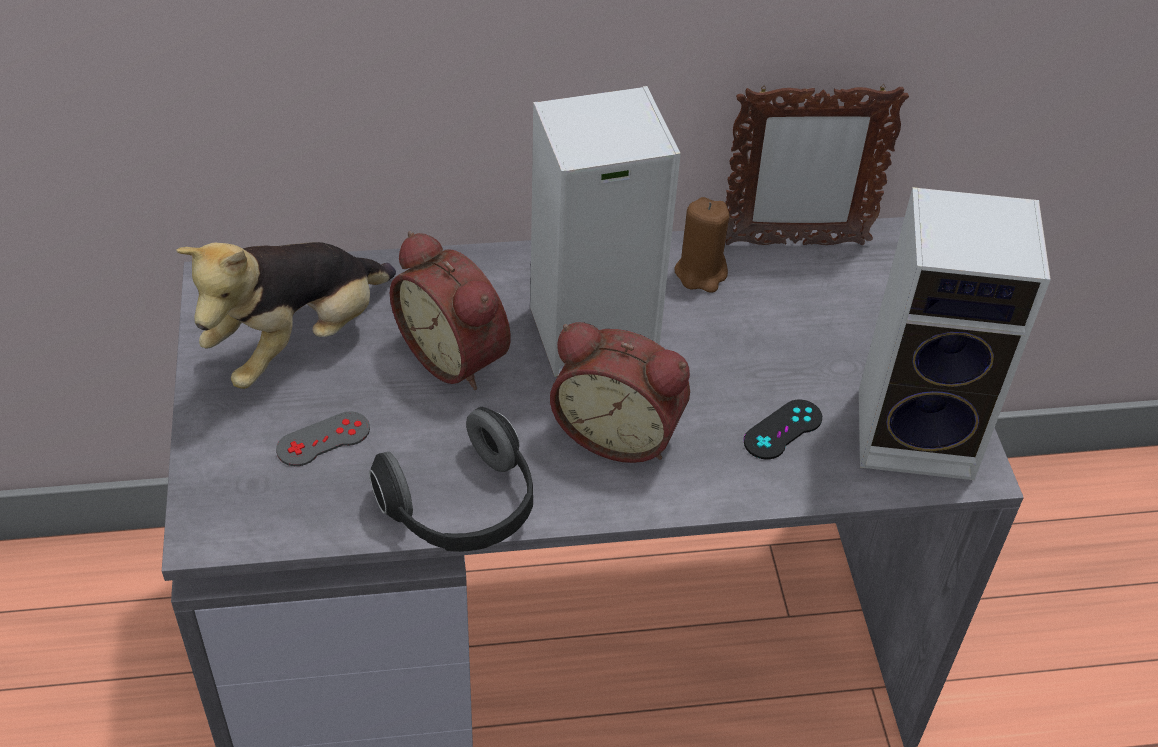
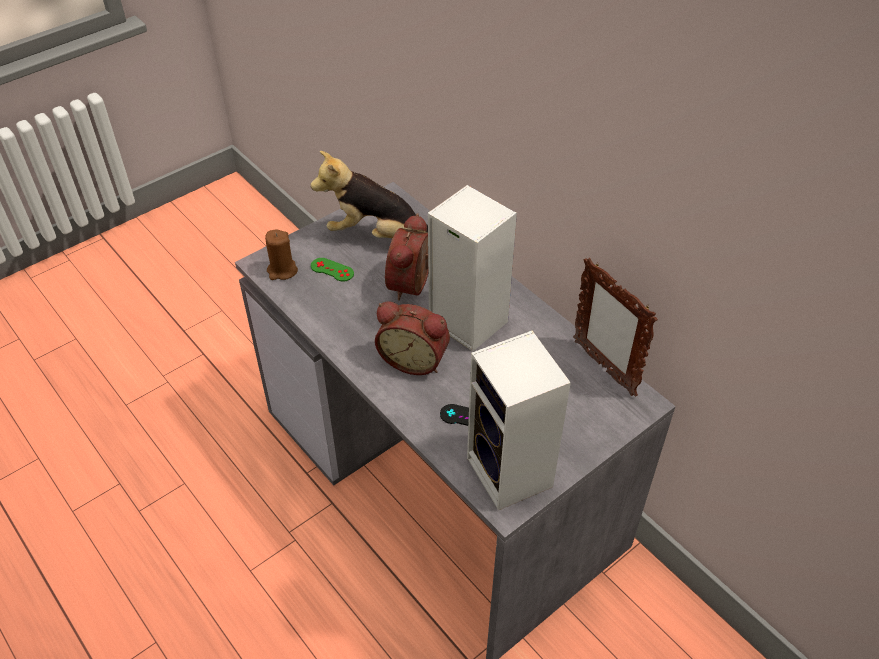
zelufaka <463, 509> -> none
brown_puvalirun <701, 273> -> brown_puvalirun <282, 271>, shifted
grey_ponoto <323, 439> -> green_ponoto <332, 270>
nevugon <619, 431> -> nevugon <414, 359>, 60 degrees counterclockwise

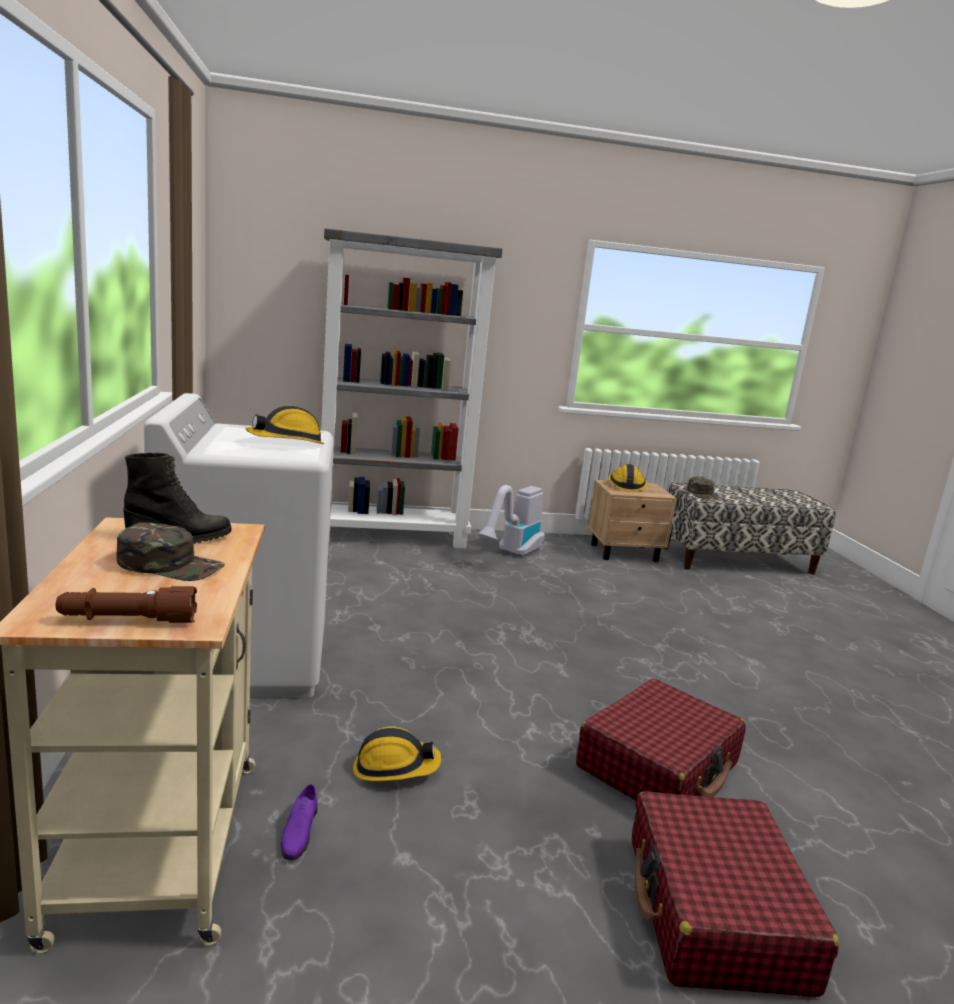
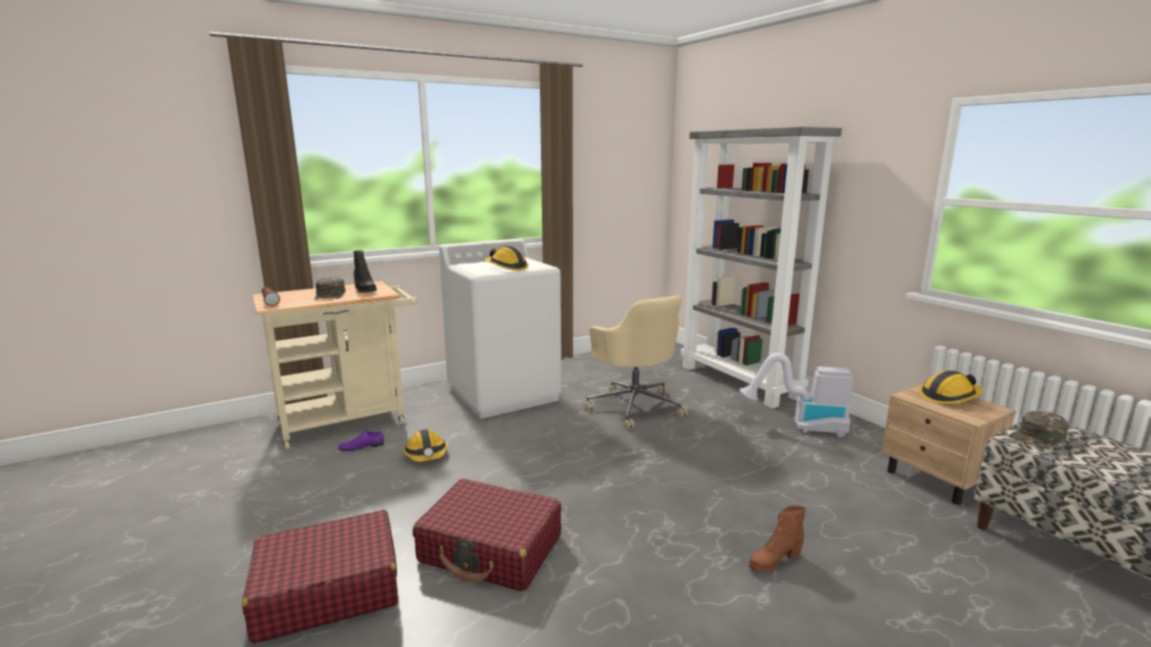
none -> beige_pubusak <635, 406>
none -> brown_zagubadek <774, 561>

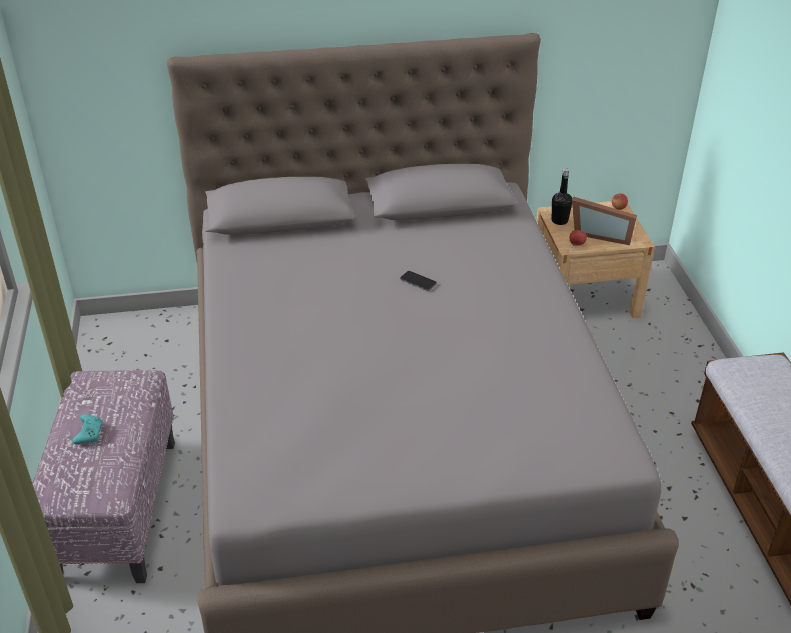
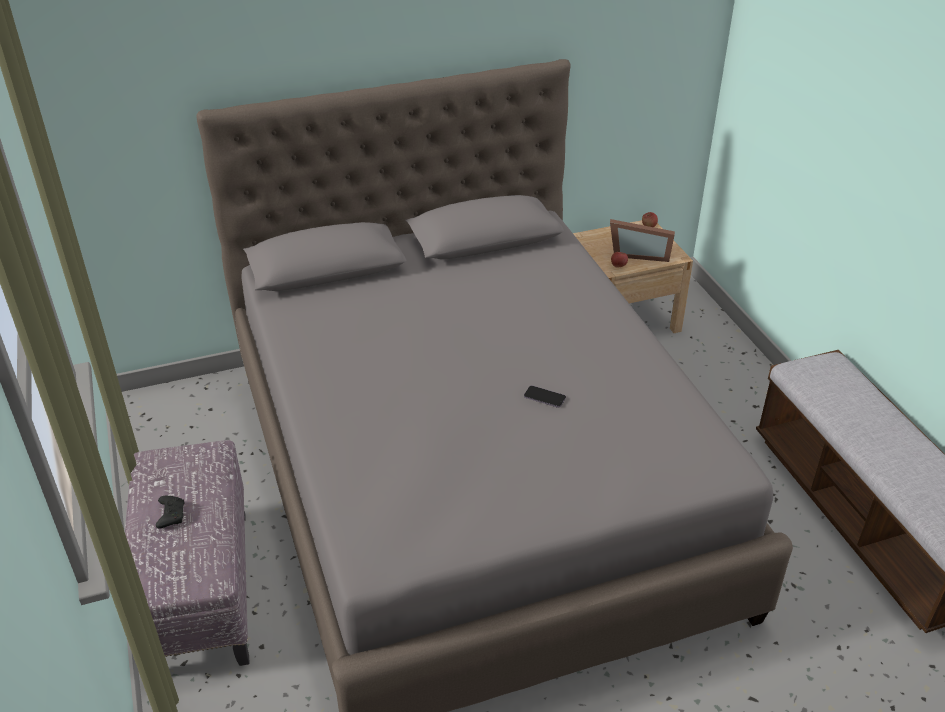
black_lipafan <559, 221> -> none
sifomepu <418, 282> -> sifomepu <544, 397>, shifted
turquoise_ponoto <89, 433> -> black_ponoto <171, 515>

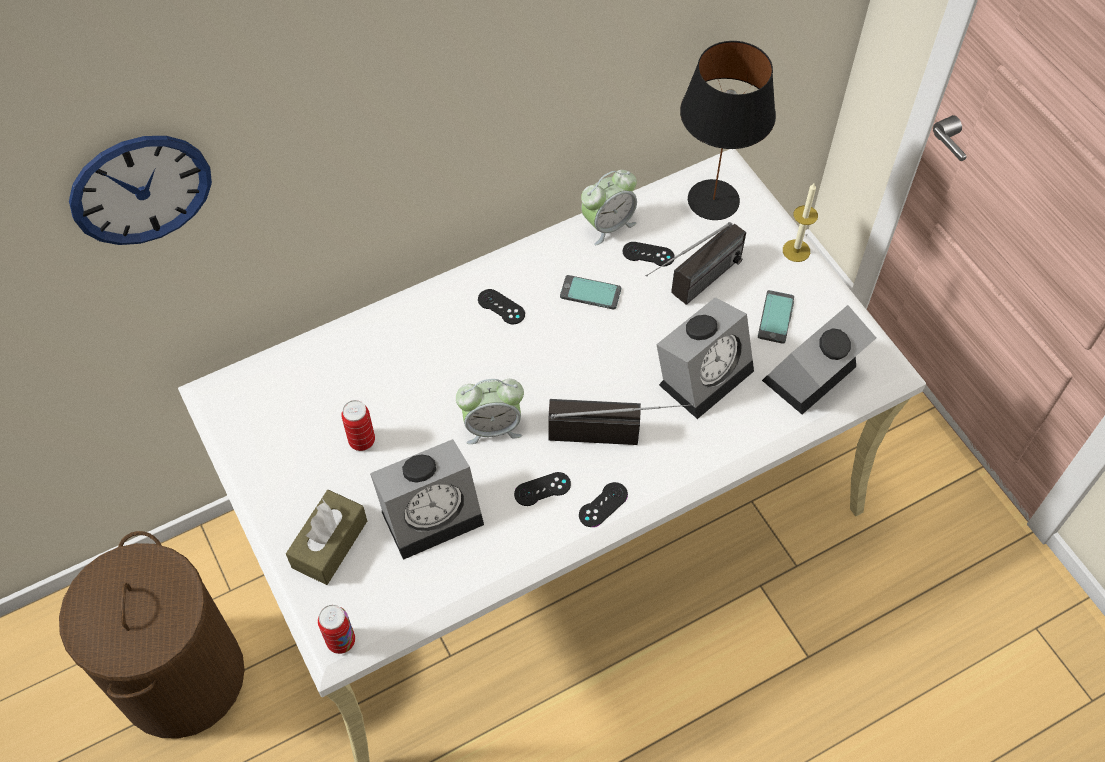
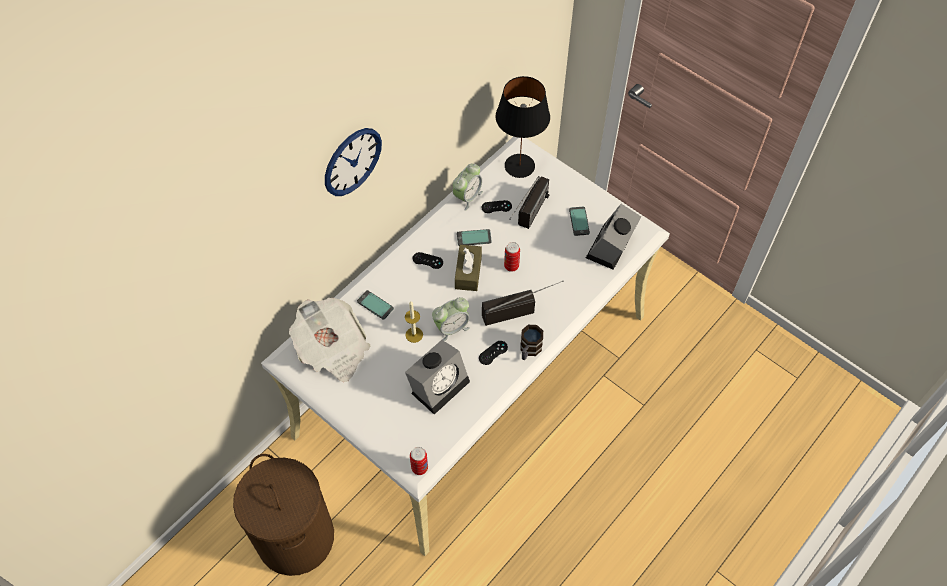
nevugon <704, 373> -> none
none -> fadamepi <332, 349>
none -> sifomepu <375, 305>
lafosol <141, 190> -> lafosol <352, 161>, shifted
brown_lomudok <329, 544> -> brown_lomudok <468, 272>, shifted
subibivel <362, 441> -> subibivel <511, 266>, shifted
puvalirun <796, 250> -> puvalirun <414, 335>, shifted
black_ponoto <603, 505> -> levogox <529, 350>

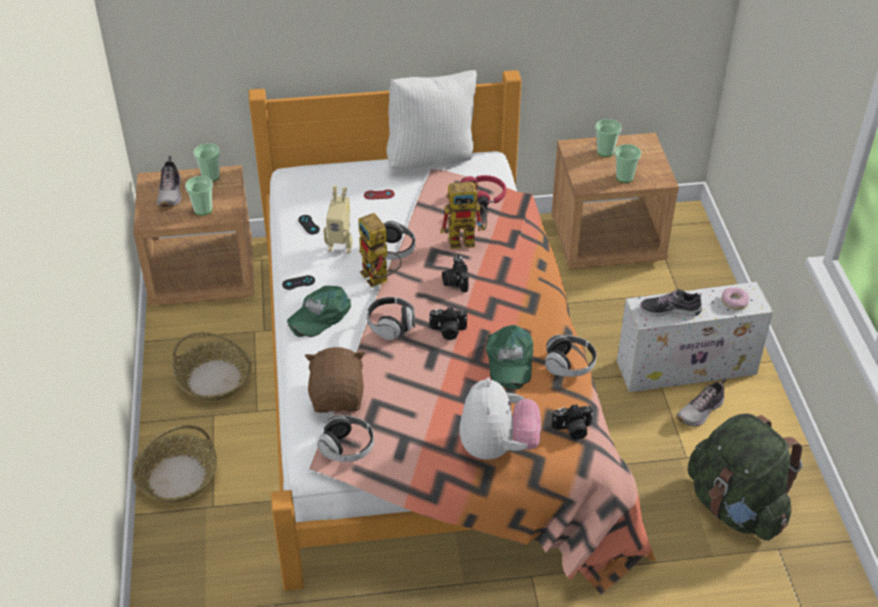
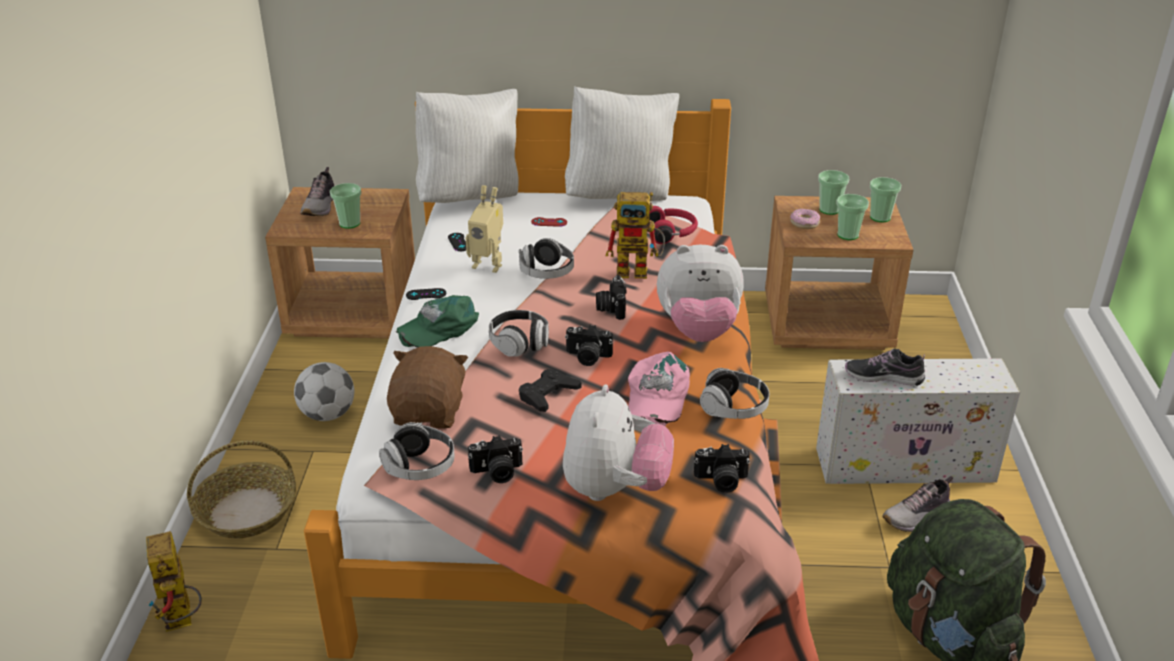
none -> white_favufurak <470, 196>
none -> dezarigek <497, 472>
none -> black_ponoto <548, 395>
none -> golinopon <698, 331>
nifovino <210, 176> -> nifovino <880, 217>, shifted
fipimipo <379, 279> -> fipimipo <183, 621>, shifted
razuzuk <734, 302> -> razuzuk <804, 223>, shifted
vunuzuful <214, 379> -> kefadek <327, 415>
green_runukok <509, 361> -> pink_runukok <656, 396>

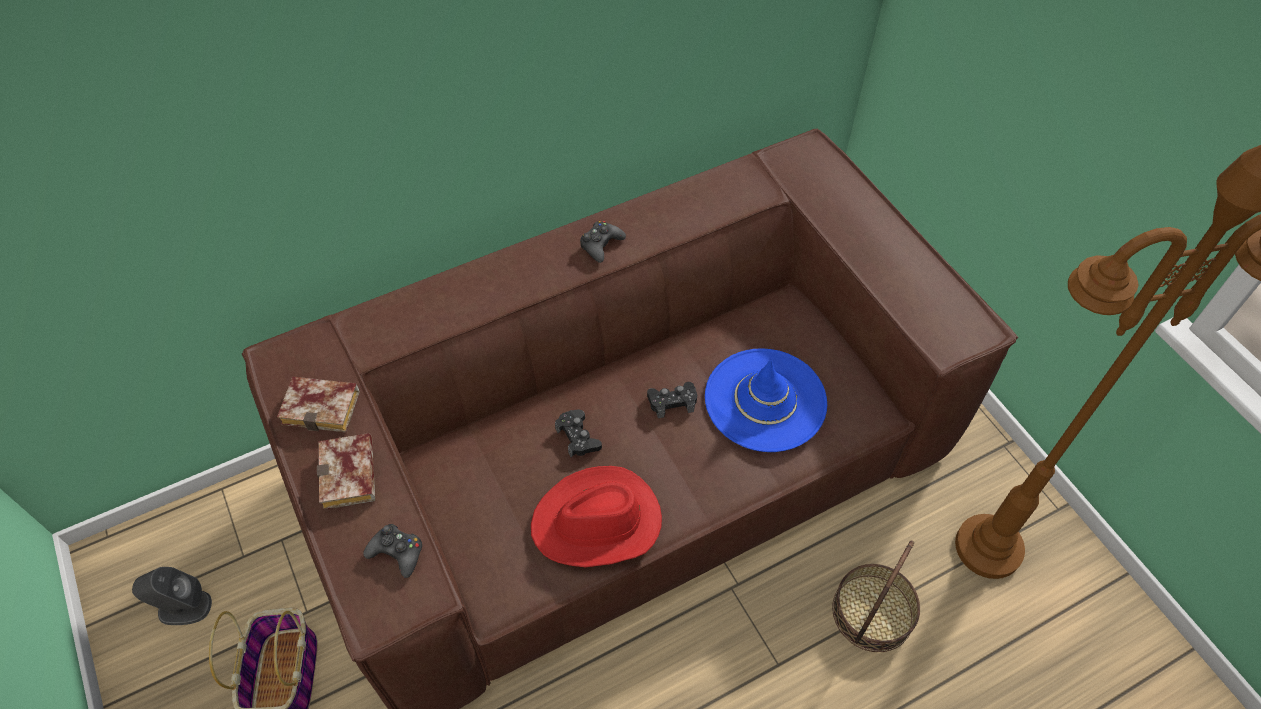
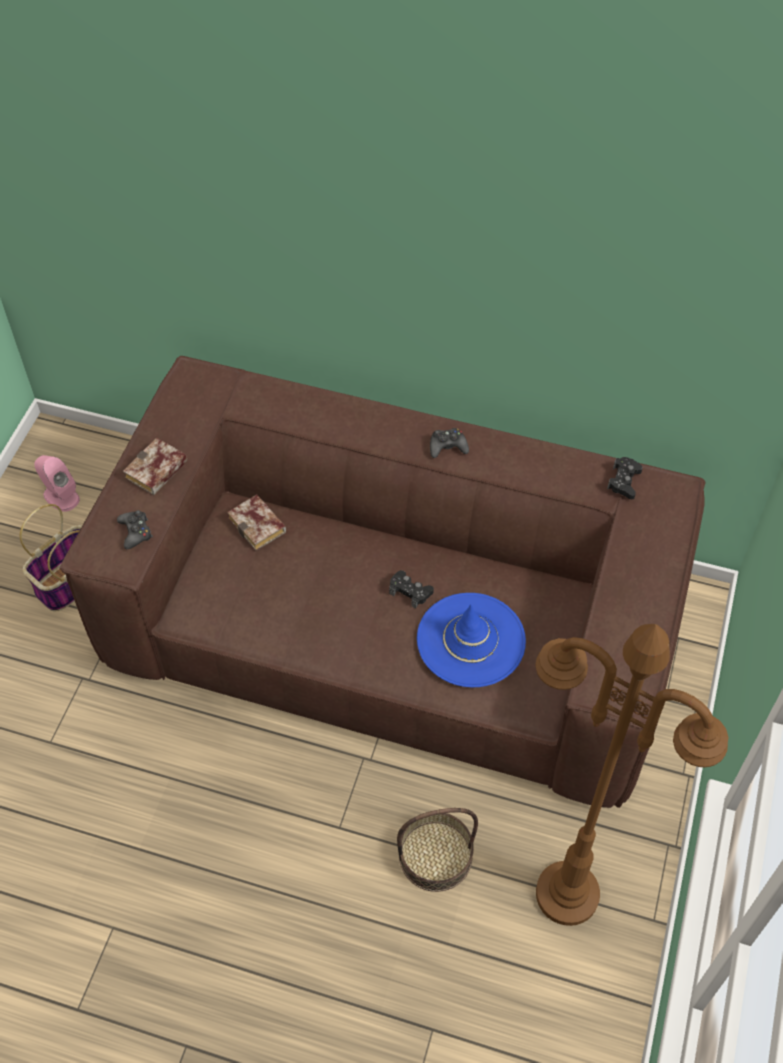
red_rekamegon <597, 522> -> none
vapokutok <325, 407> -> vapokutok <260, 526>, shifted
black_ponoto <578, 437> -> black_ponoto <624, 481>, shifted
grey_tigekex <184, 607> -> pink_tigekex <61, 496>

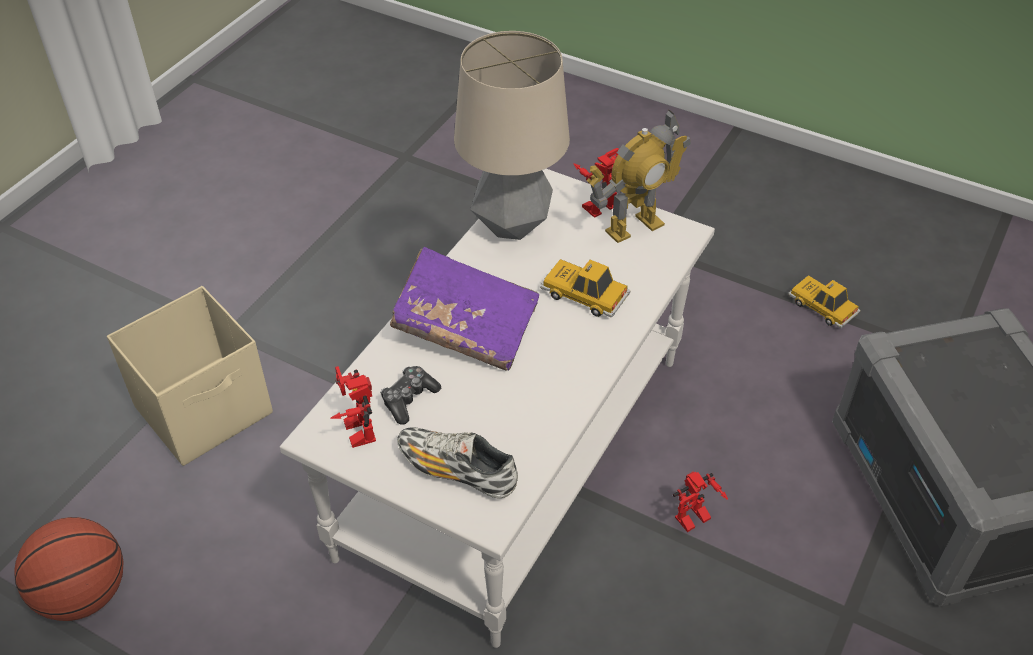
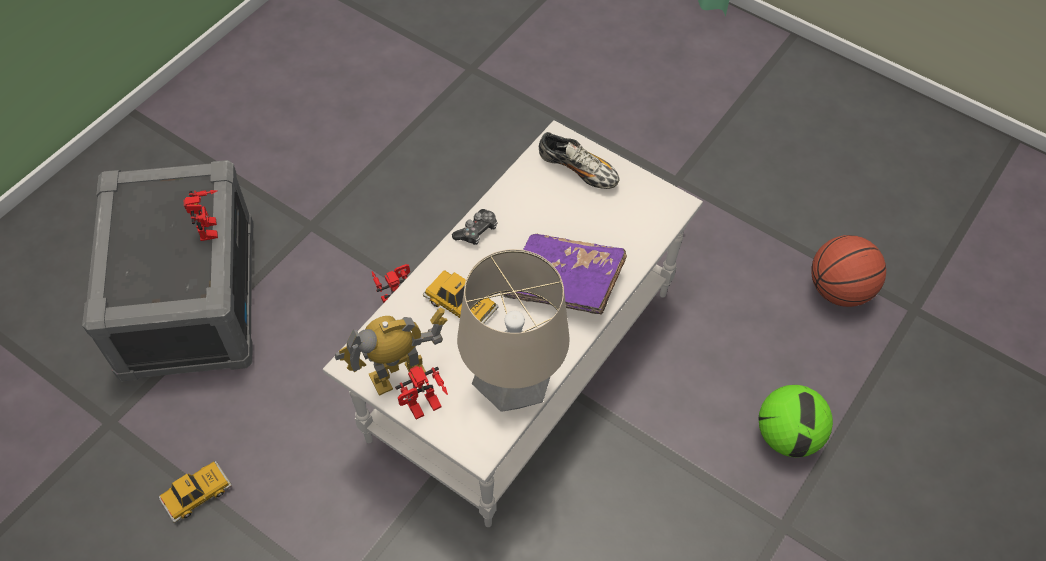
fipimipo <354, 430> -> fipimipo <212, 230>, shifted
ponoto <409, 399> -> ponoto <477, 231>, shifted
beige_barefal <206, 410> -> kefadek <787, 436>
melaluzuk <822, 307> -> melaluzuk <197, 493>, 90 degrees counterclockwise

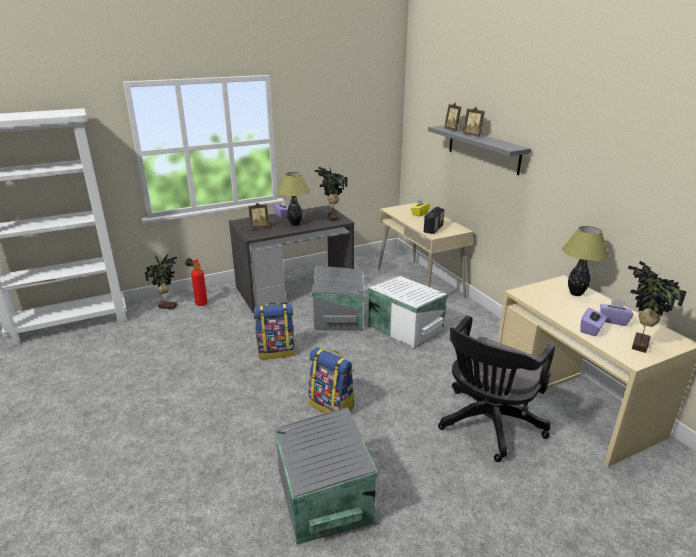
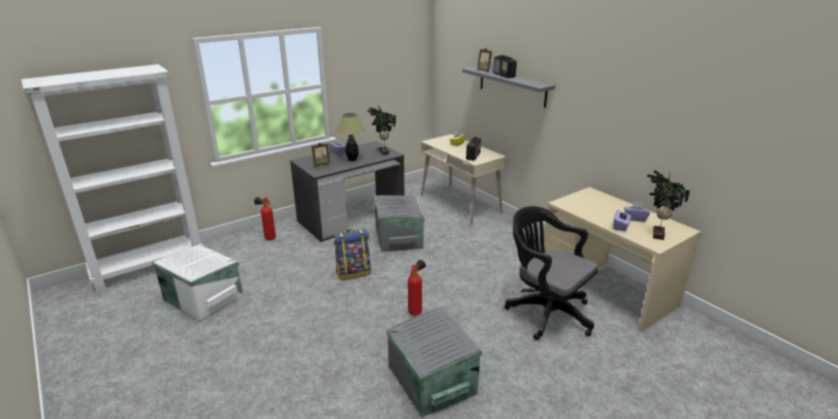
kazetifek <168, 306> -> none
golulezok <575, 293> -> none
white_barefal <405, 327> -> white_barefal <204, 297>, shifted
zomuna <332, 405> -> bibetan <416, 311>
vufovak <473, 136> -> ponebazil <504, 75>
black_pubusak <487, 425> -> black_pubusak <545, 312>, 105 degrees clockwise

